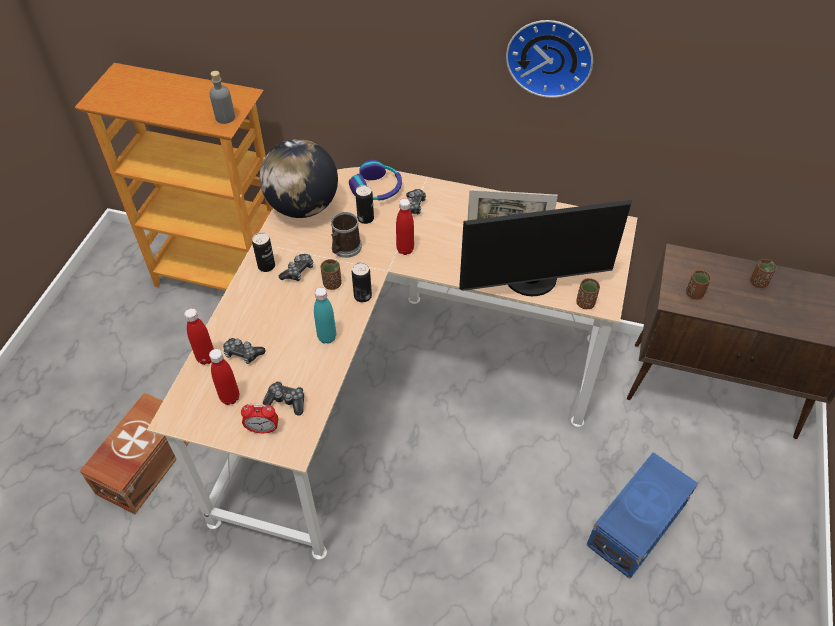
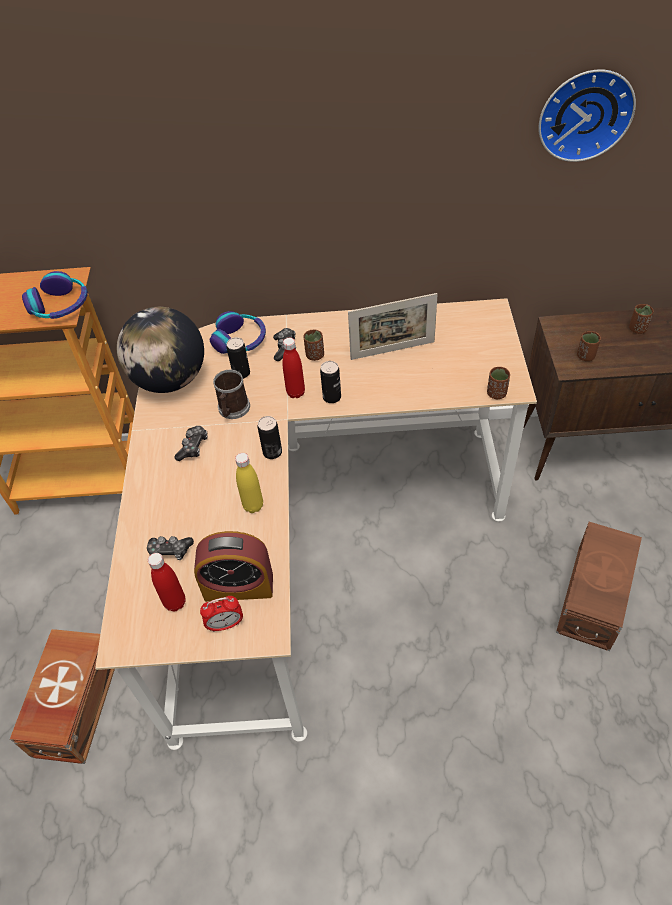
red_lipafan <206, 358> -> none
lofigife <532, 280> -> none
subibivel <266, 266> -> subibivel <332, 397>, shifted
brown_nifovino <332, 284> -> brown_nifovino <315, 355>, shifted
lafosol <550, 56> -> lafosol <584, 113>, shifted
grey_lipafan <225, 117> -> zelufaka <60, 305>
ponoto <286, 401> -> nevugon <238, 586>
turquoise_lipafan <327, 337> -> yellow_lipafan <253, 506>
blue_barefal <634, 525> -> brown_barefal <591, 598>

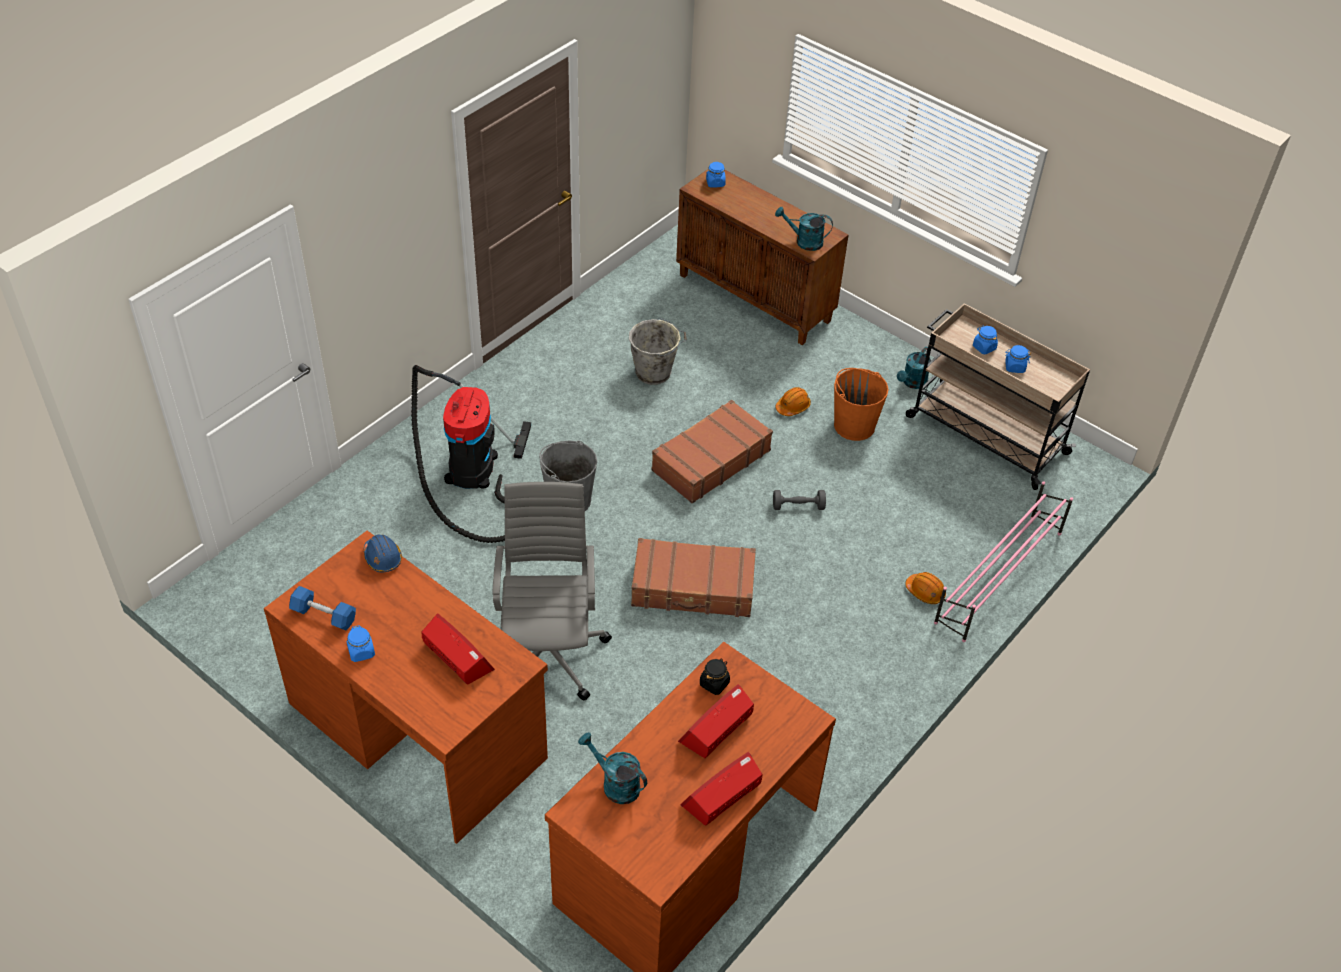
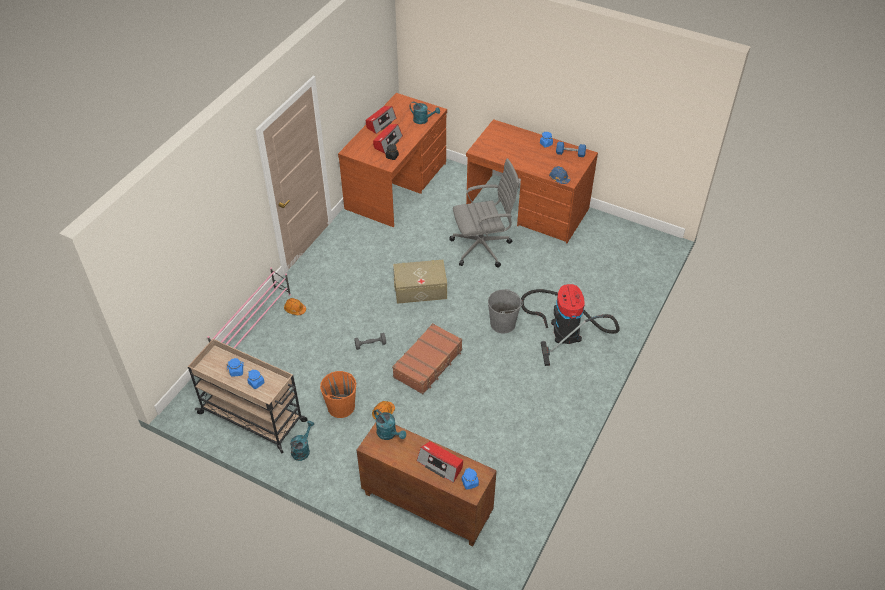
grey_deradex <655, 372> -> none
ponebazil <457, 656> -> ponebazil <440, 464>, shifted
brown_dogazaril <693, 588> -> beige_barefal <420, 289>
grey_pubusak <548, 652> -> grey_pubusak <483, 247>, 90 degrees counterclockwise
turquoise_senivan <804, 241> -> turquoise_senivan <389, 434>, 45 degrees clockwise

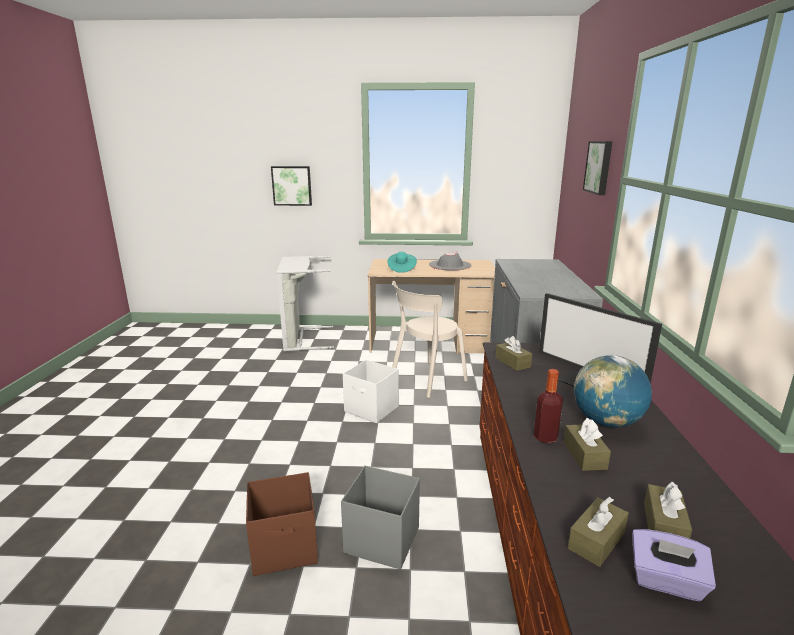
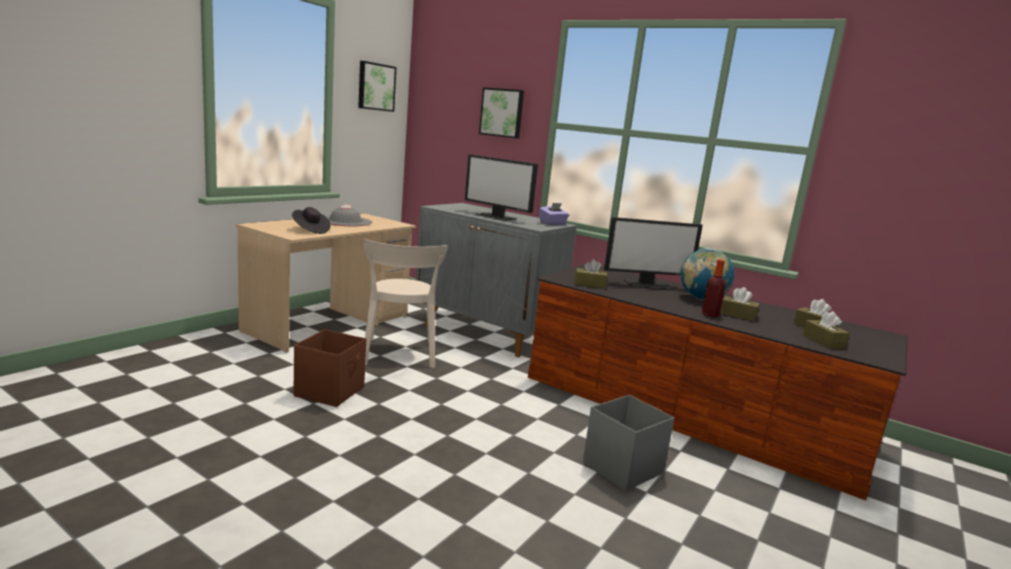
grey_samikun <302, 339> -> none
white_barefal <372, 409> -> none
none -> lofigife <497, 217>
brown_barefal <285, 548> -> brown_barefal <330, 391>, shifted
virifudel <292, 185> -> virifudel <375, 87>, shifted
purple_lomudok <666, 581> -> purple_lomudok <553, 223>, shifted
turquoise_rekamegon <401, 269> -> black_rekamegon <310, 230>

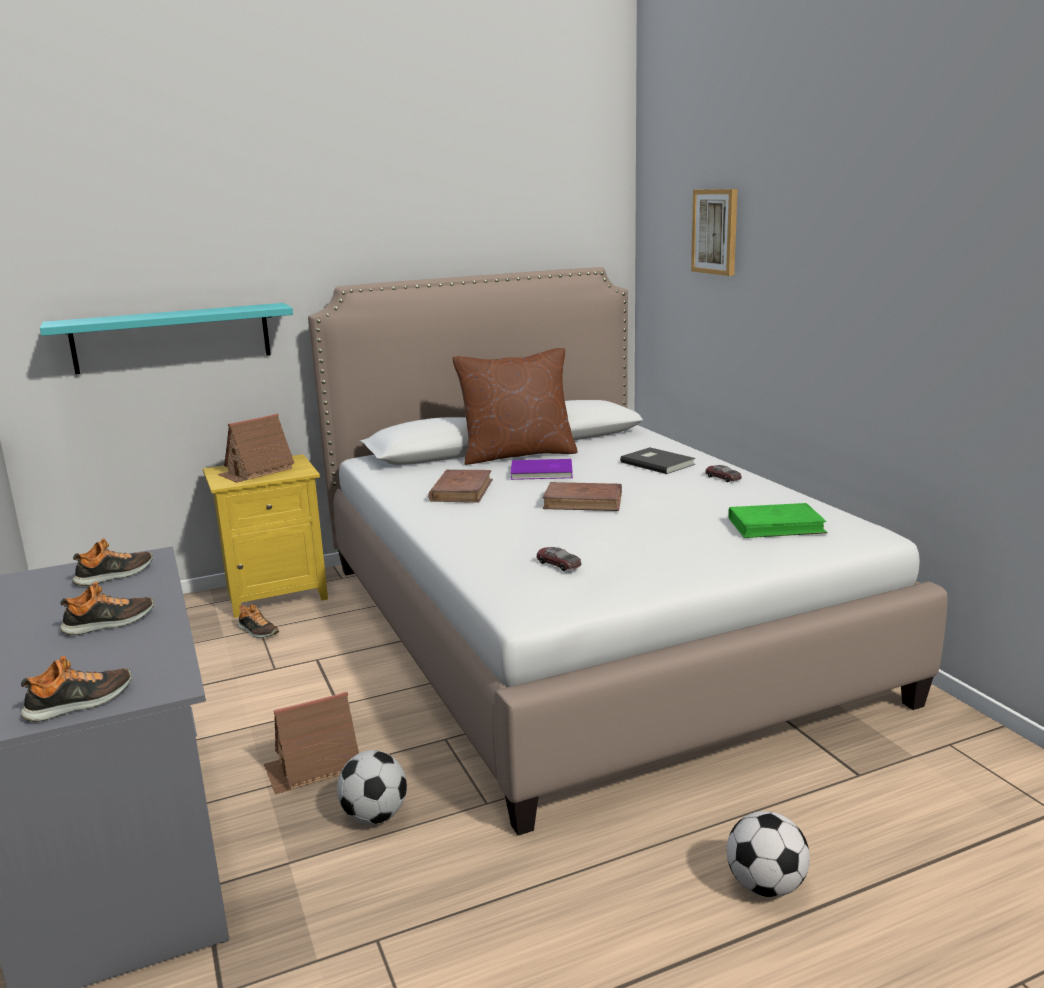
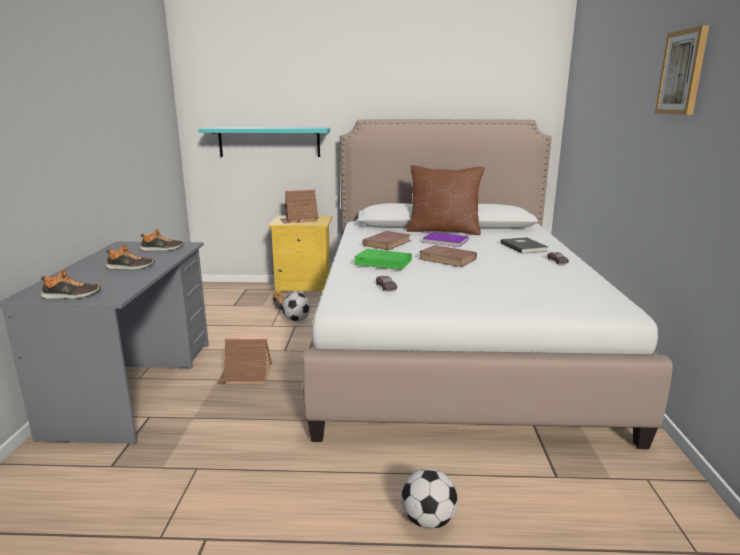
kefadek <374, 816> -> kefadek <296, 320>, shifted
virifudel <716, 231> -> virifudel <682, 72>, shifted
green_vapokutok <776, 526> -> green_vapokutok <383, 262>, shifted

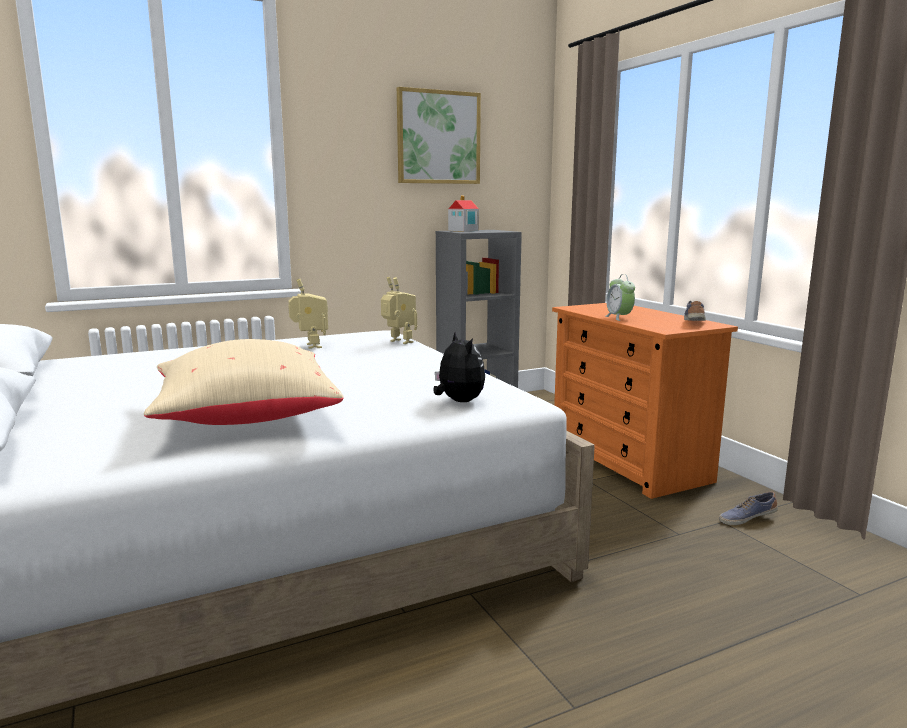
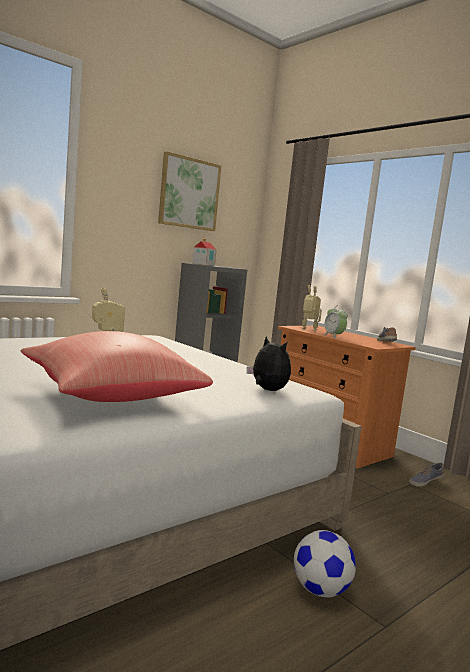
none -> kefadek <320, 590>
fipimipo <399, 342> -> fipimipo <308, 329>, shifted
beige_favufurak <245, 417> -> red_favufurak <109, 396>

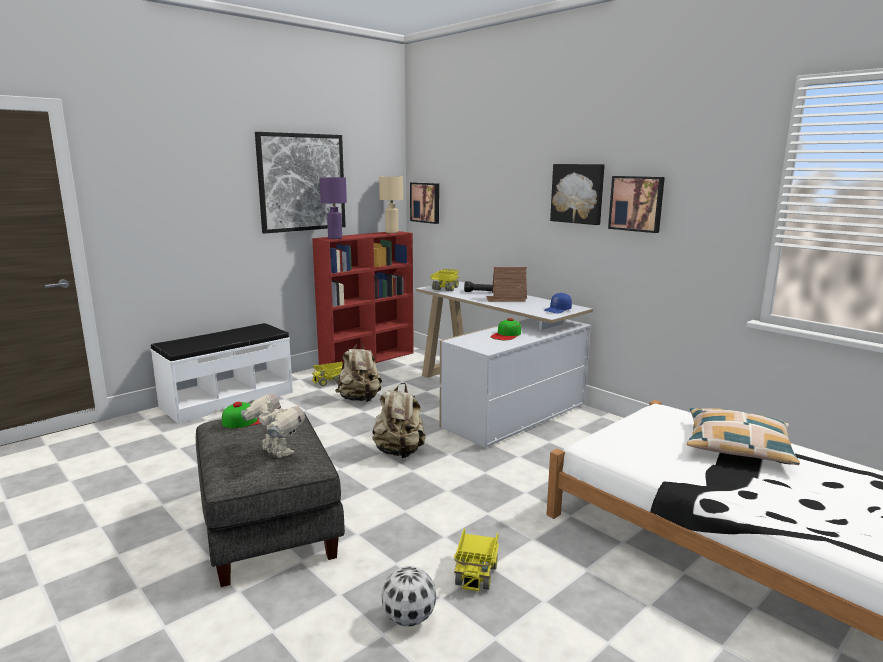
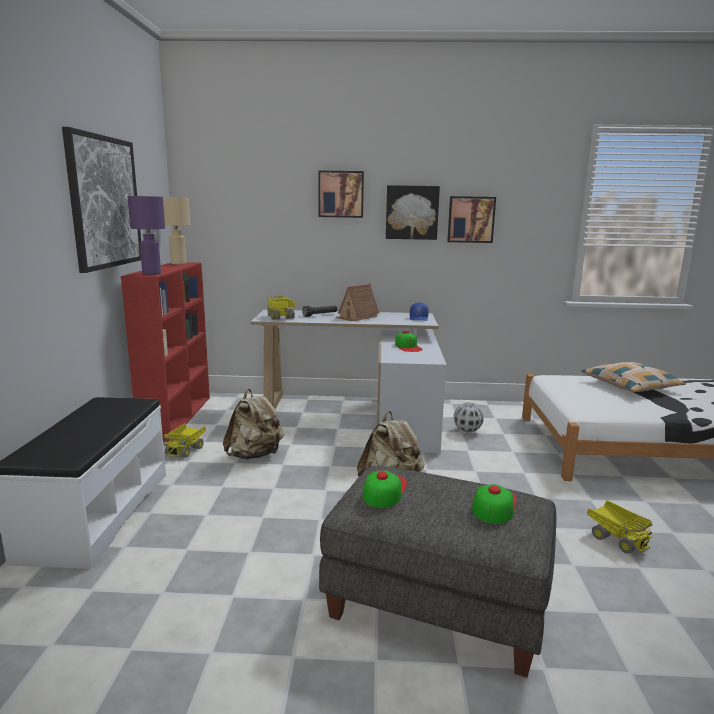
kefadek <409, 619> -> kefadek <468, 431>, shifted
virifudel <426, 202> -> virifudel <341, 194>, shifted
fipimipo <276, 453> -> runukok <494, 504>

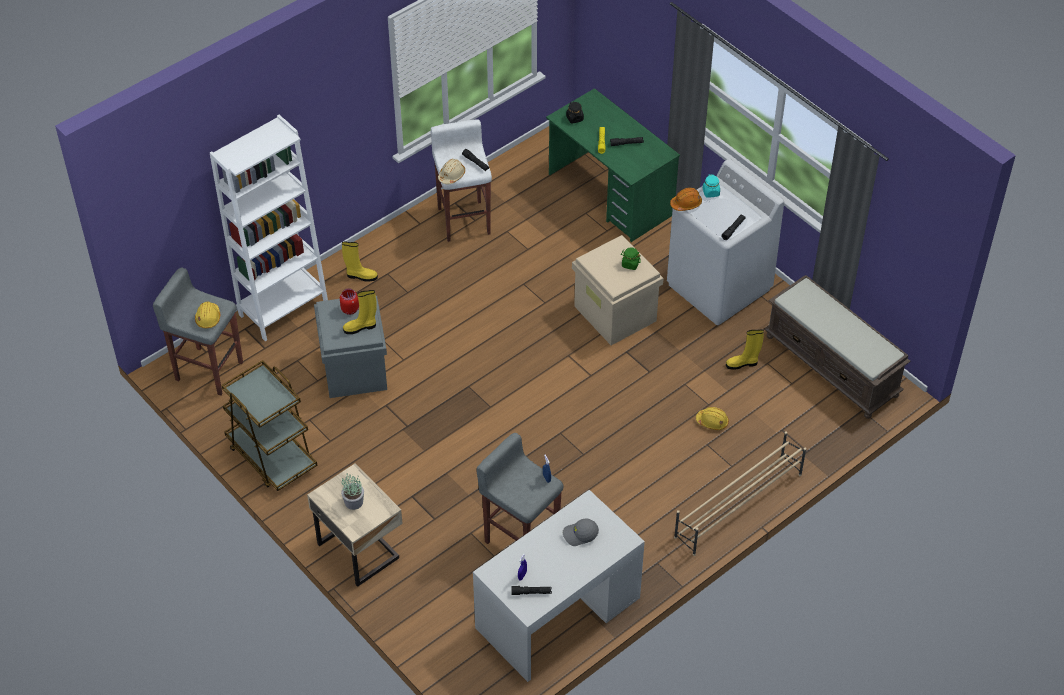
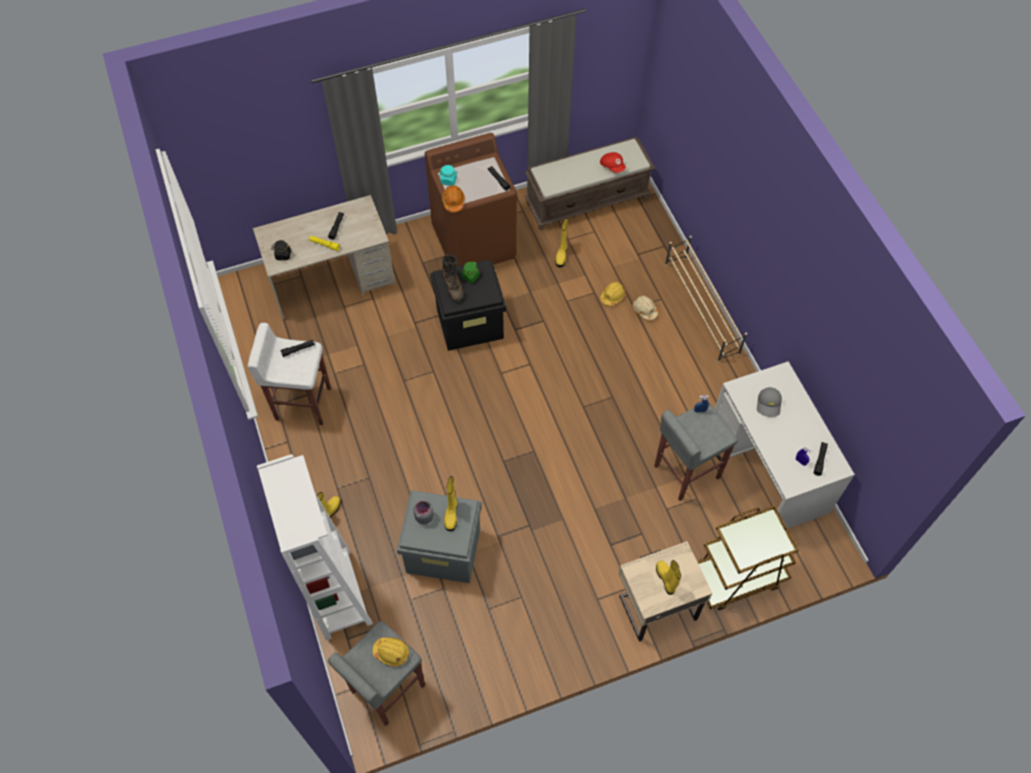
none -> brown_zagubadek <453, 286>
none -> red_runukok <612, 166>
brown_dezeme <271, 456> -> brown_dezeme <737, 576>, shifted
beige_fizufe <451, 175> -> beige_fizufe <644, 310>, shifted
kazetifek <353, 502> -> yellow_zagubadek <666, 579>
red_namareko <350, 309> -> grey_namareko <423, 517>
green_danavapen <610, 195> -> beige_danavapen <332, 281>
beige_barefal <616, 314> -> black_barefal <470, 323>
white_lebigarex <719, 287> -> brown_lebigarex <474, 242>

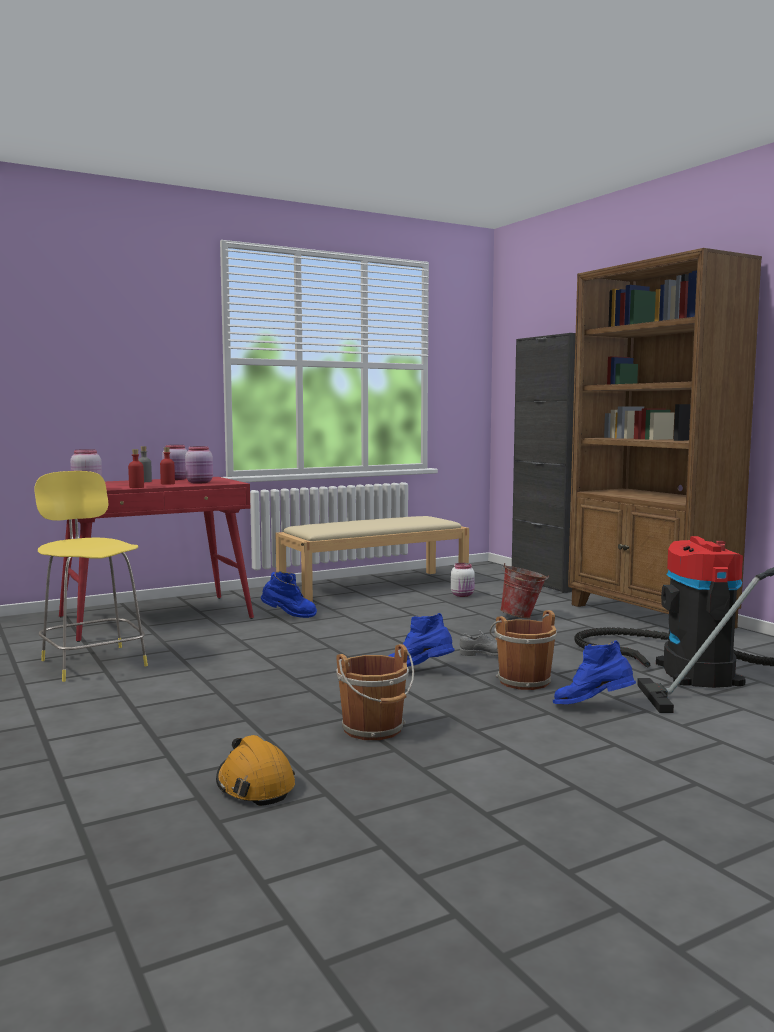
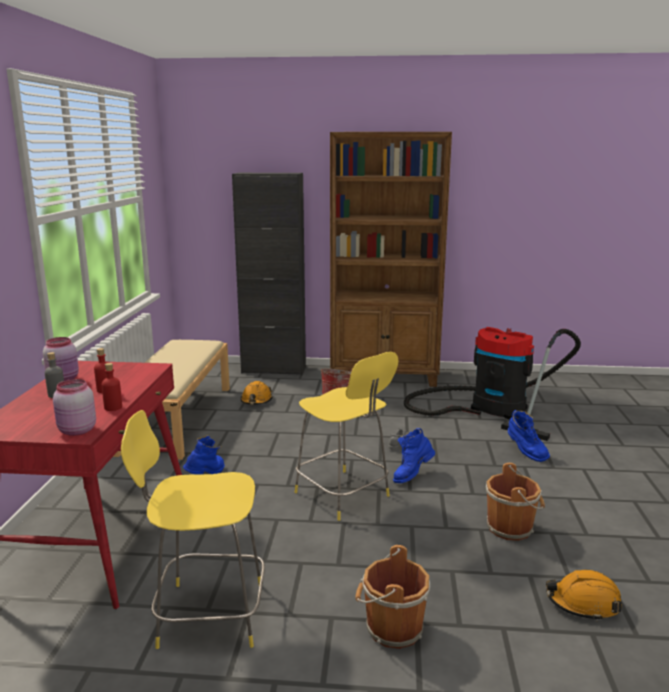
pink_namareko <200, 482> -> none
none -> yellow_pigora <344, 495>
brown_deradex <522, 680> -> brown_deradex <391, 628>, shifted
white_namareko <463, 595> -> orange_fizufe <256, 401>
blue_zagubadek <592, 707> -> blue_zagubadek <525, 452>, 75 degrees counterclockwise

